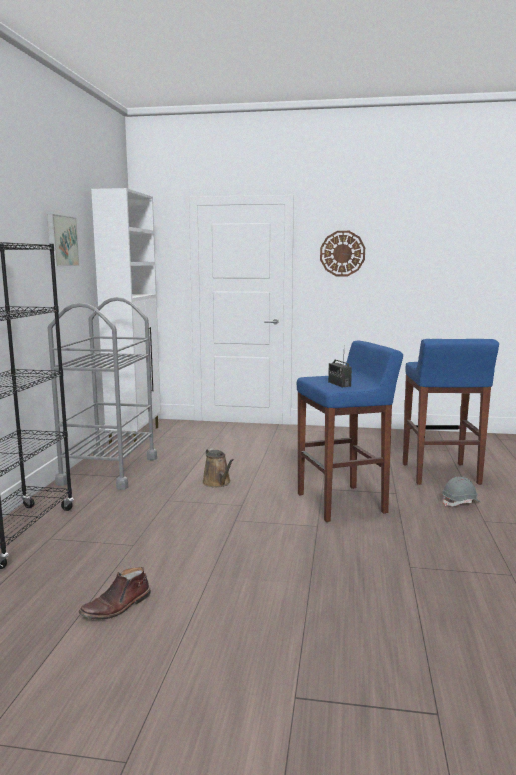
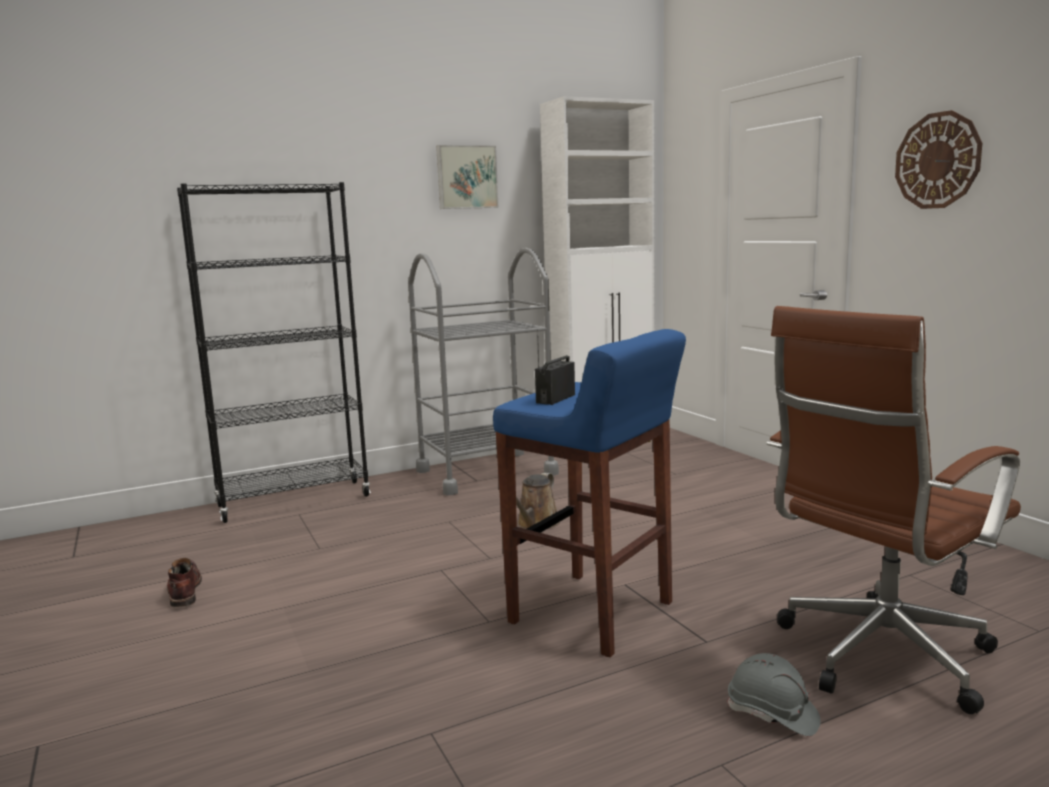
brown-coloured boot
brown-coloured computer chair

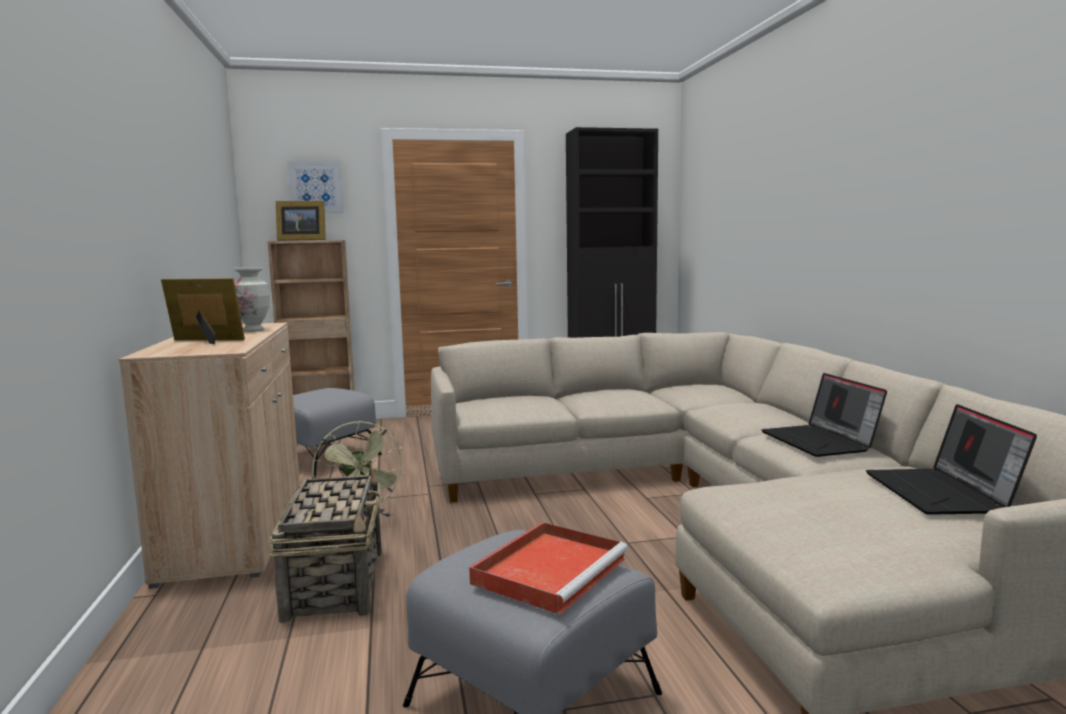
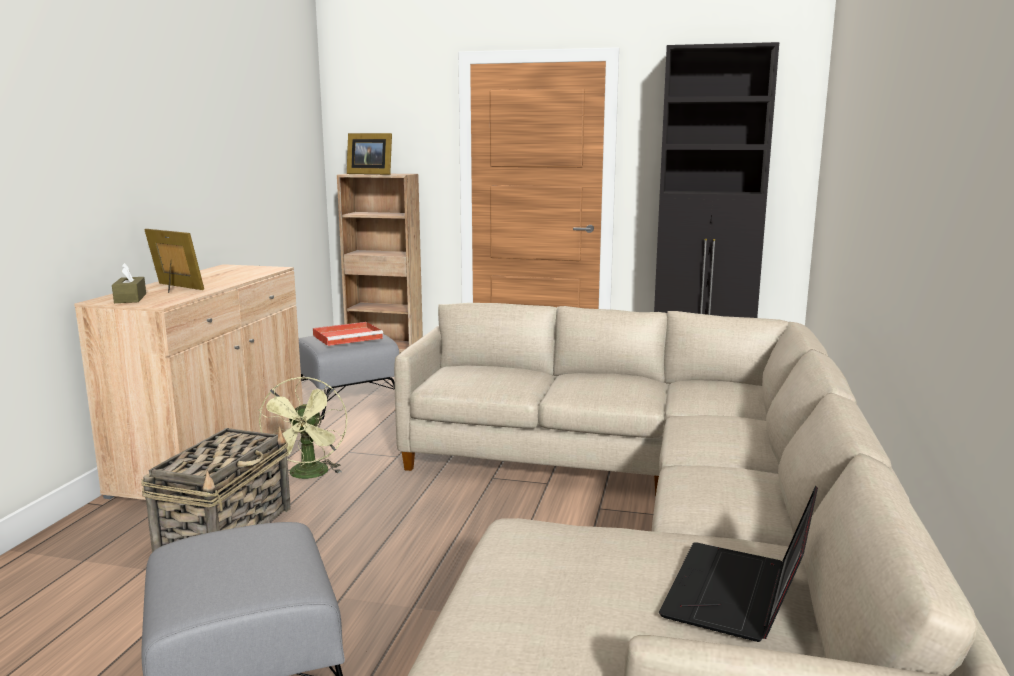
brown-coloured tissue box
red serving tray
vase
wall picture
laptop (no. 1 from left in the first image)

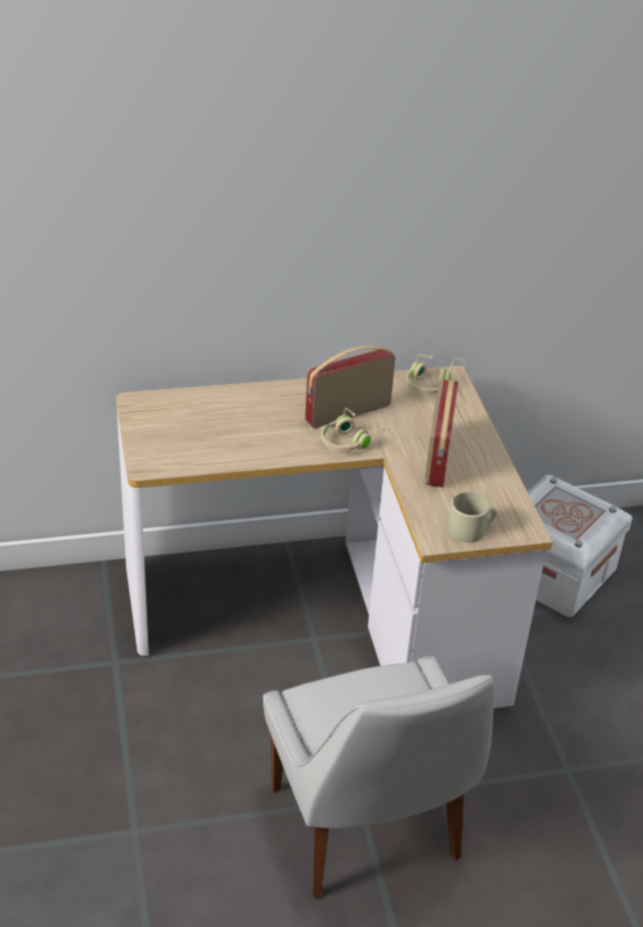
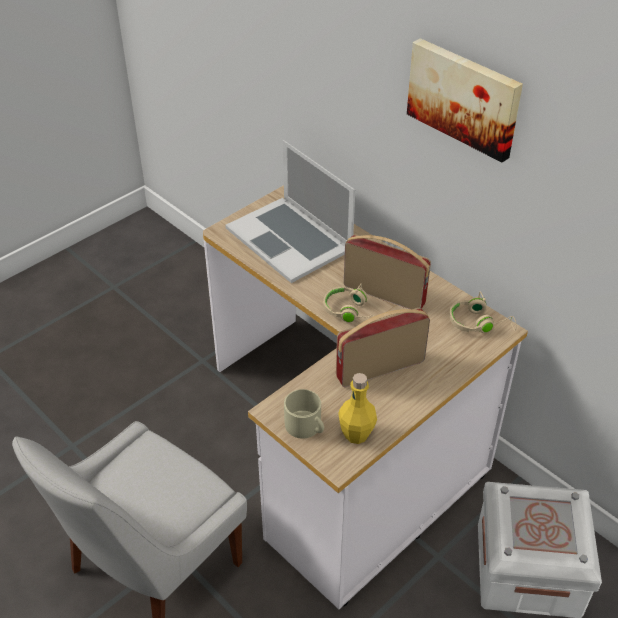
laptop
yellow bottle
wall picture

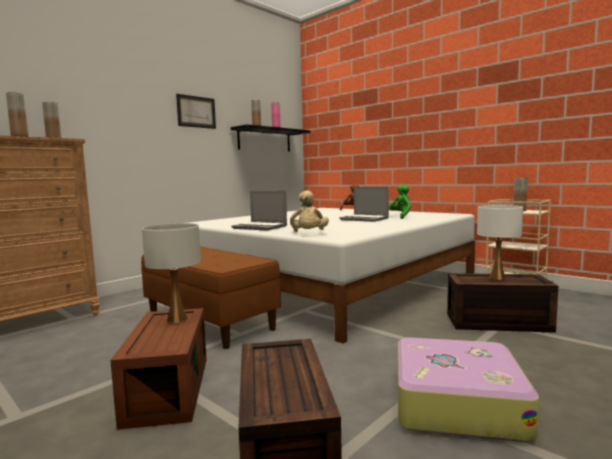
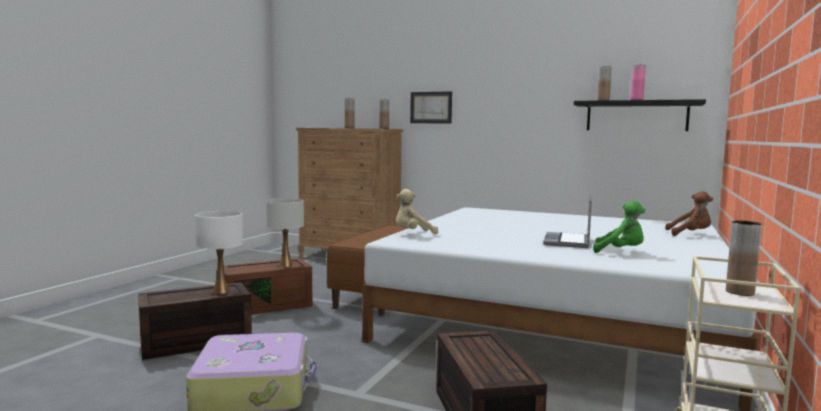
white-coloured table lamp (no. 1 from left)
wall picture
laptop (no. 1 from left in the first image)

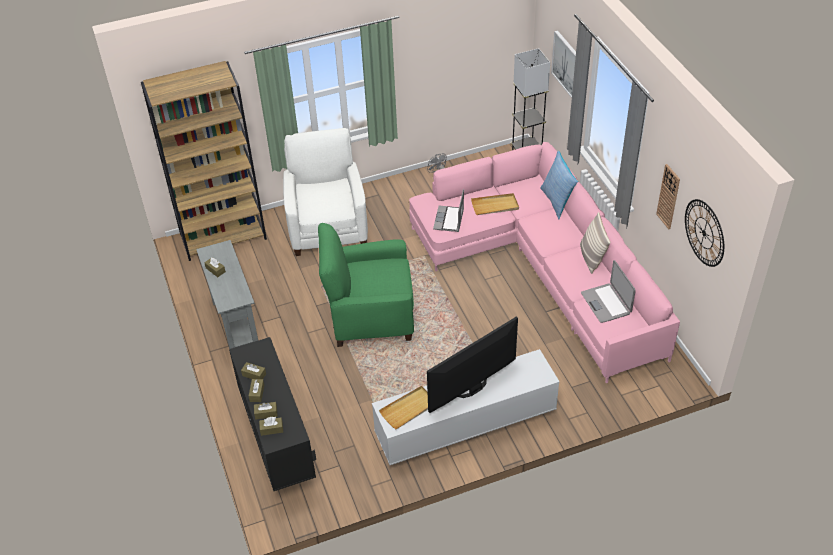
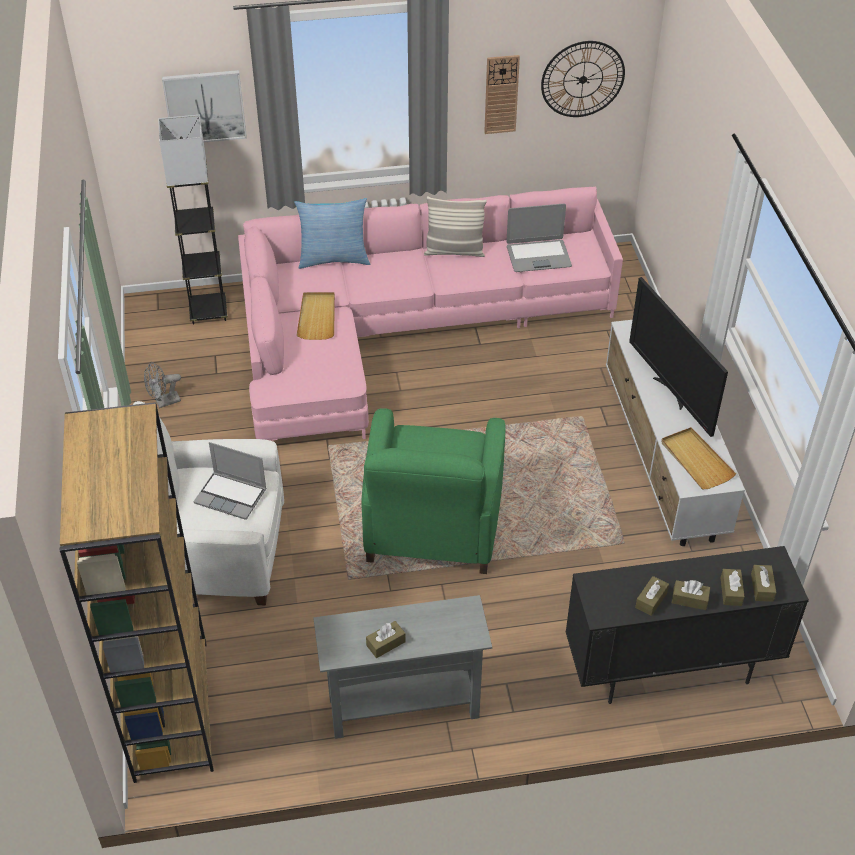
laptop (no. 1 from left)

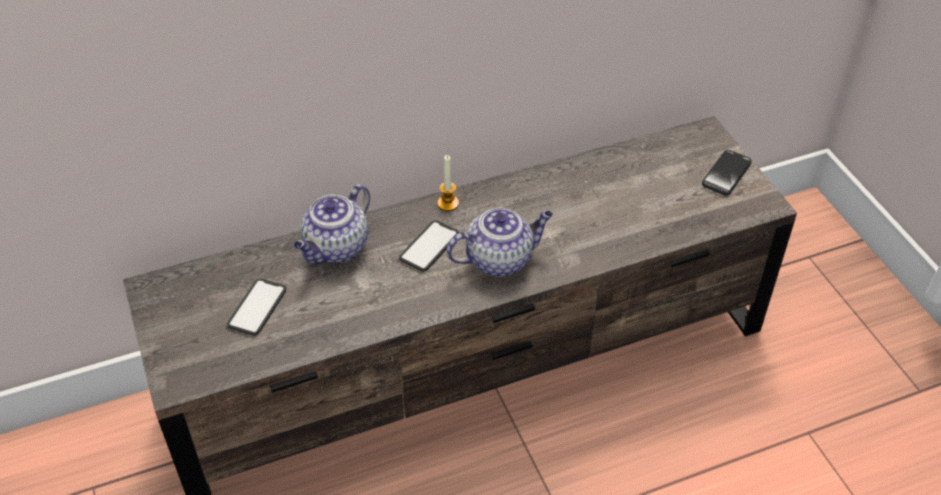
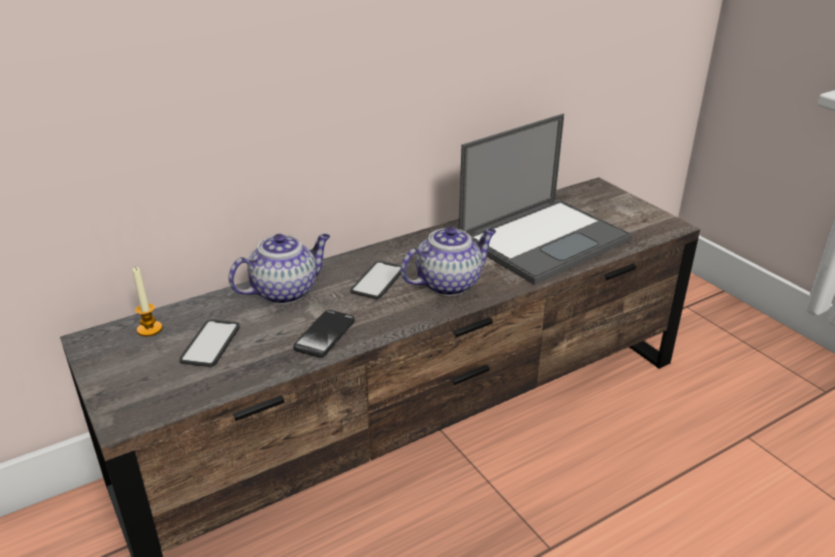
wax candle
tea pot (no. 1 from left)
handset (no. 2 from left)
laptop

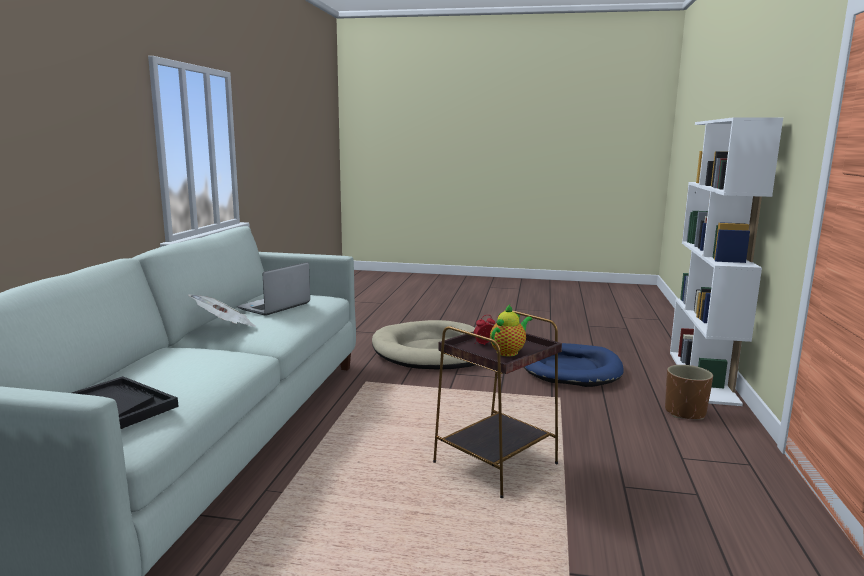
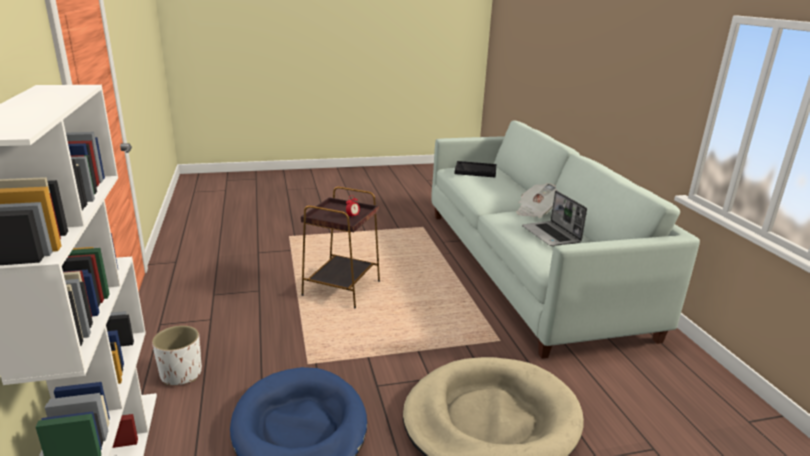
white-coloured flower pot
laptop
tea pot

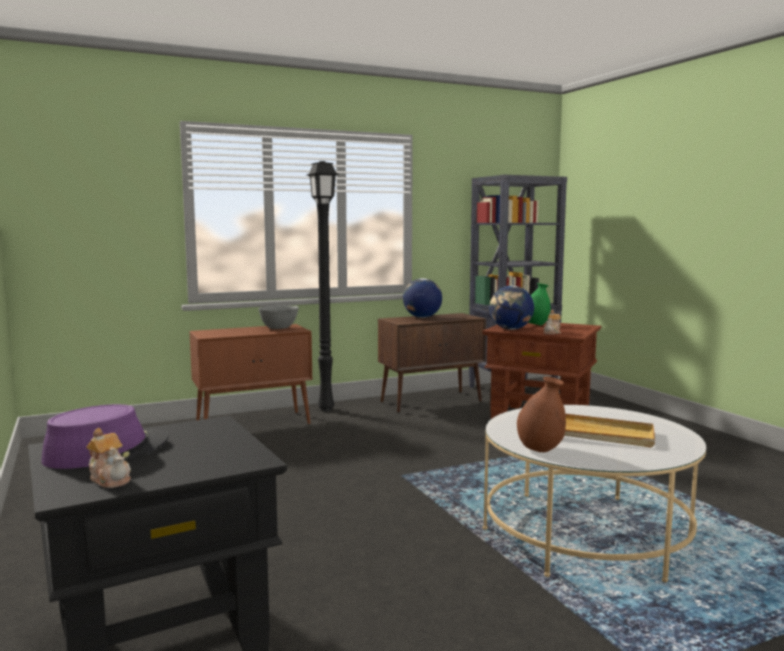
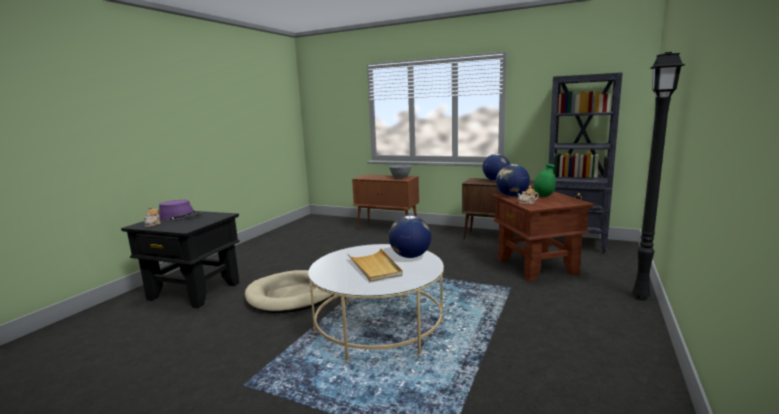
beige-coloured dog cushion
globe (no. 1 from left)
black-coloured floor lamp
brown-coloured vase

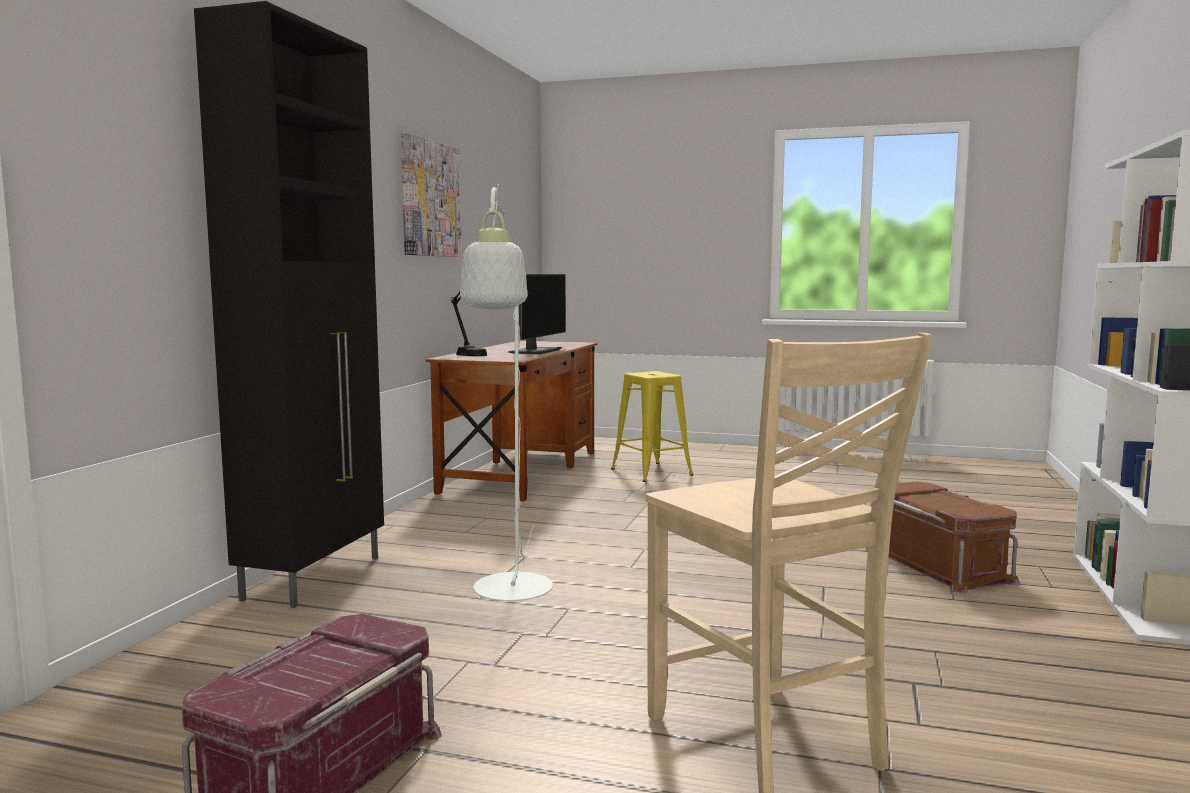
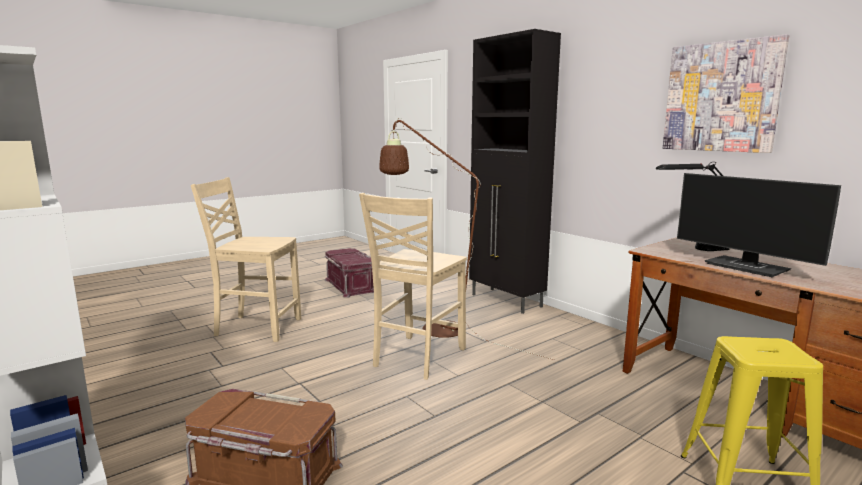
beige-coloured plain chair (no. 2 from left)
brown-coloured floor lamp

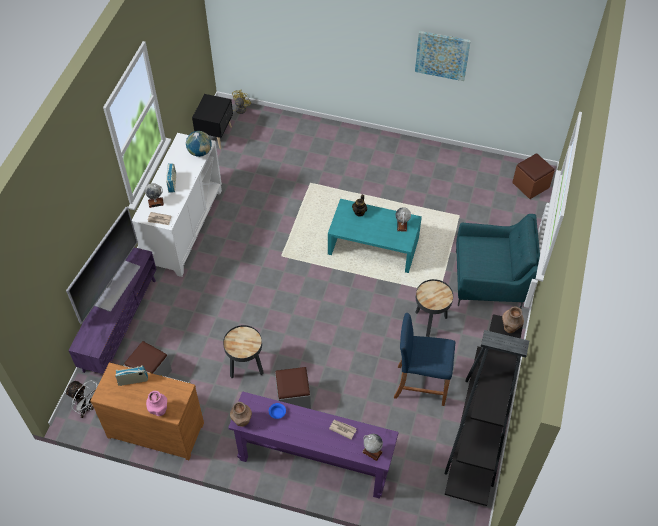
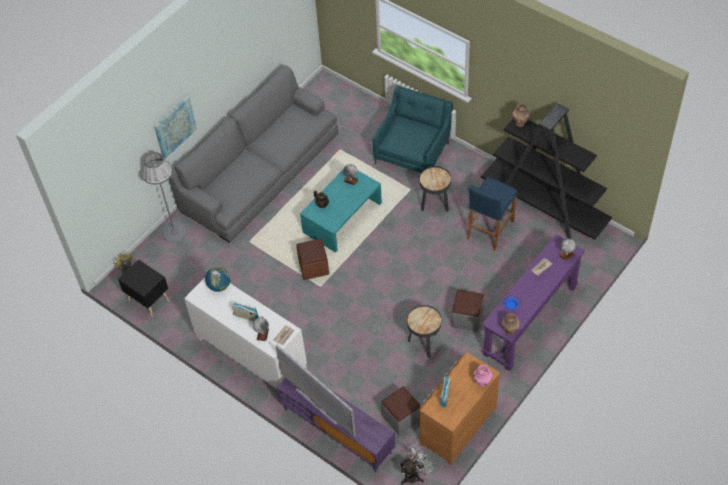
grey floor lamp
wall picture
grey sofa
brown-coloured ottoman

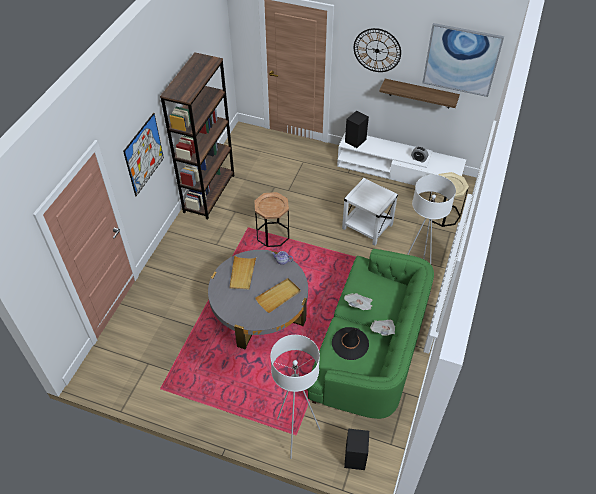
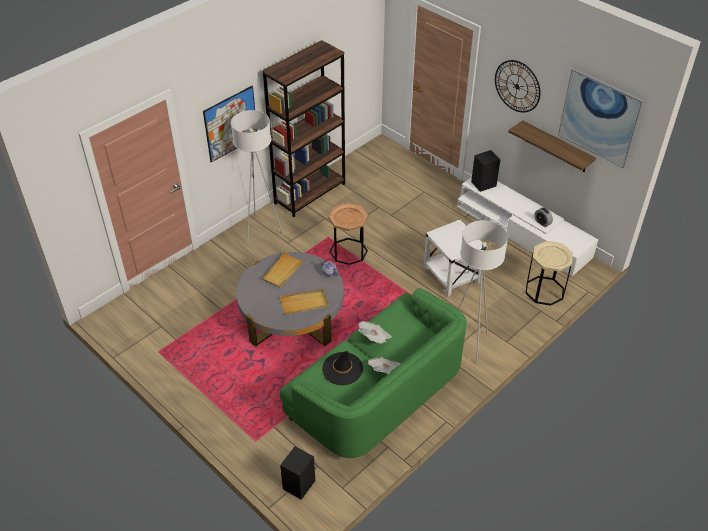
white-coloured floor lamp (no. 1 from left)

